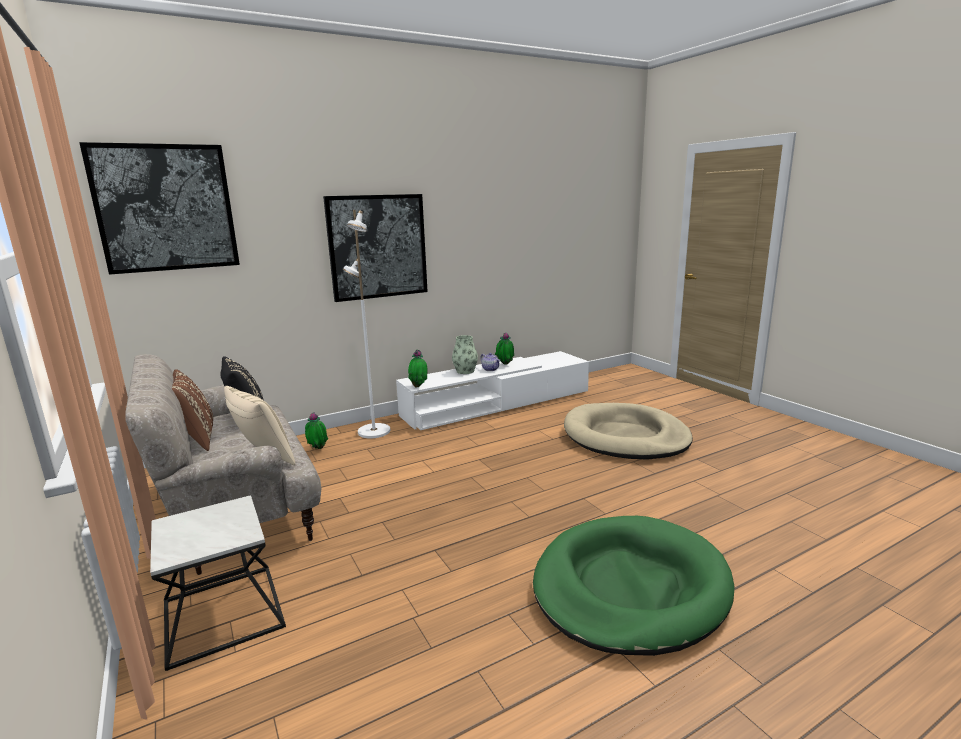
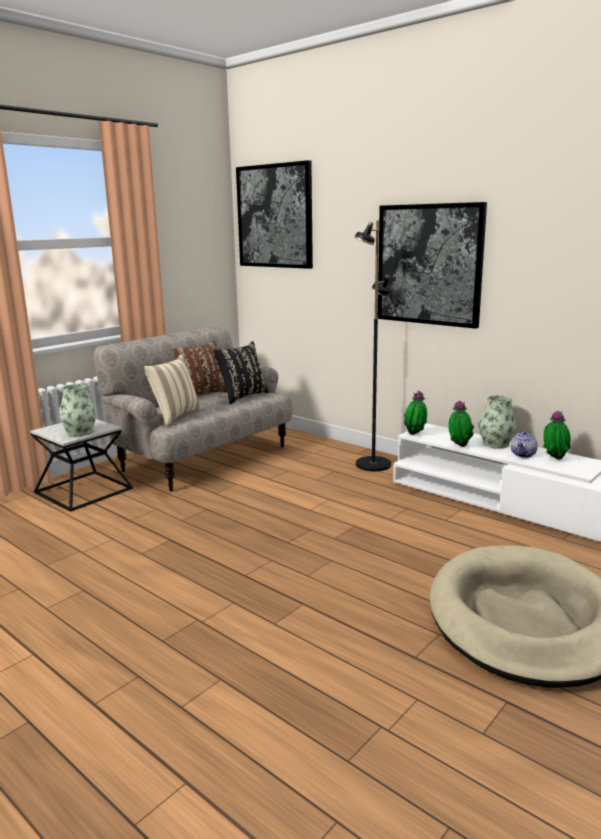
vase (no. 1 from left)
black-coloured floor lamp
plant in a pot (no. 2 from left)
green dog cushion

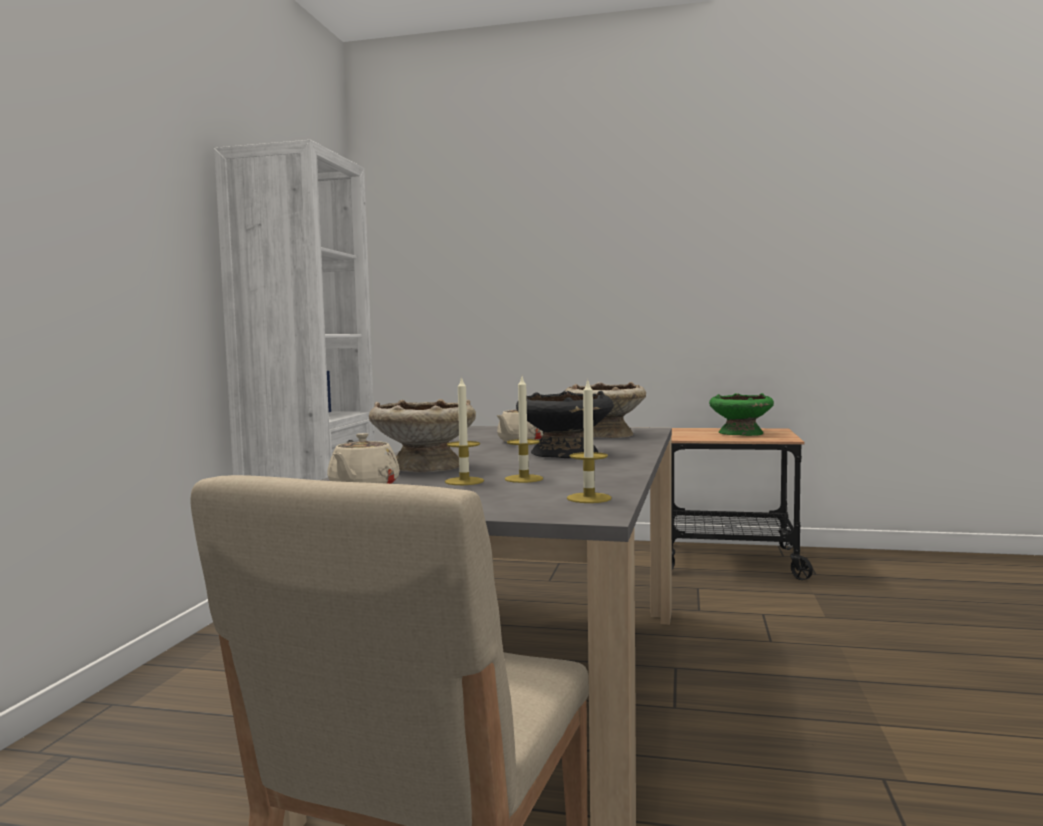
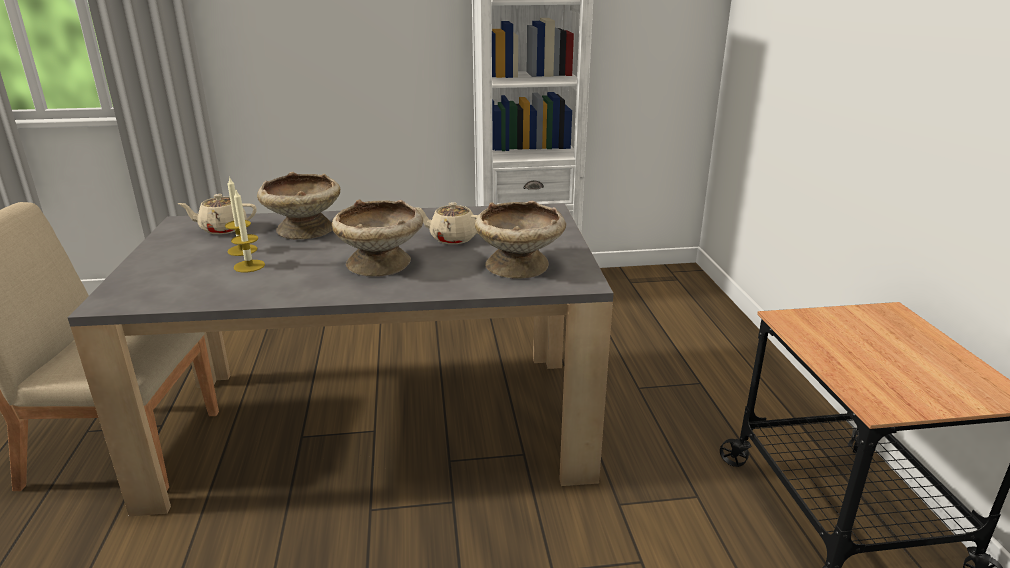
beige-coloured deep dish (no. 2 from left)
wax candle (no. 3 from left in the first image)
green deep dish

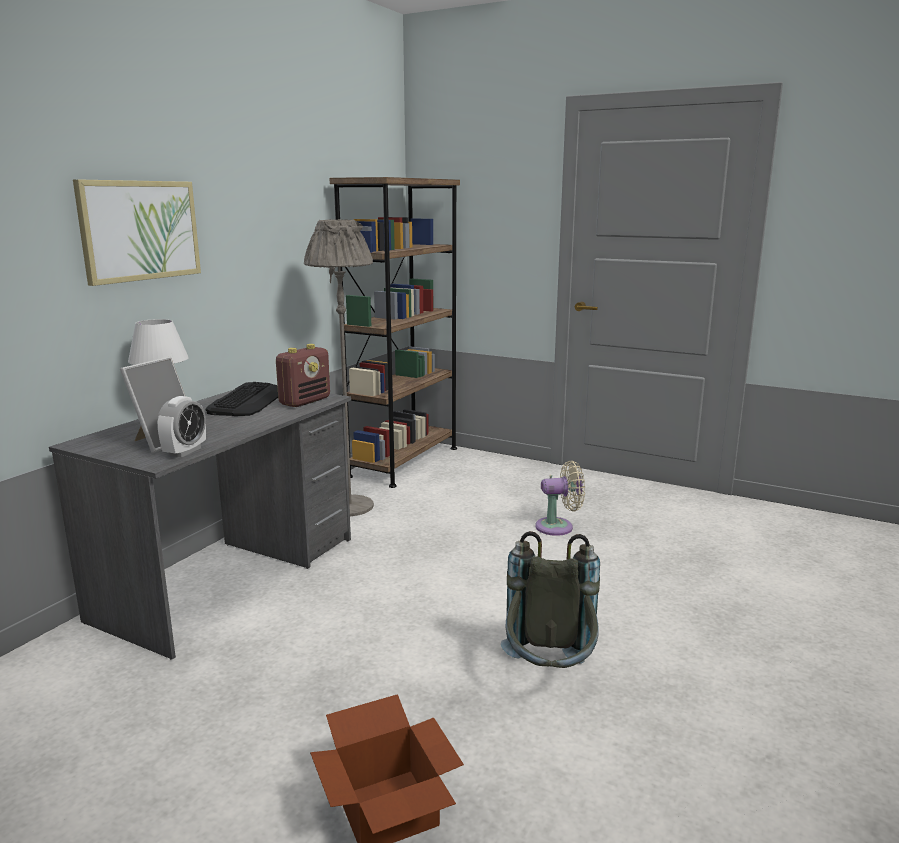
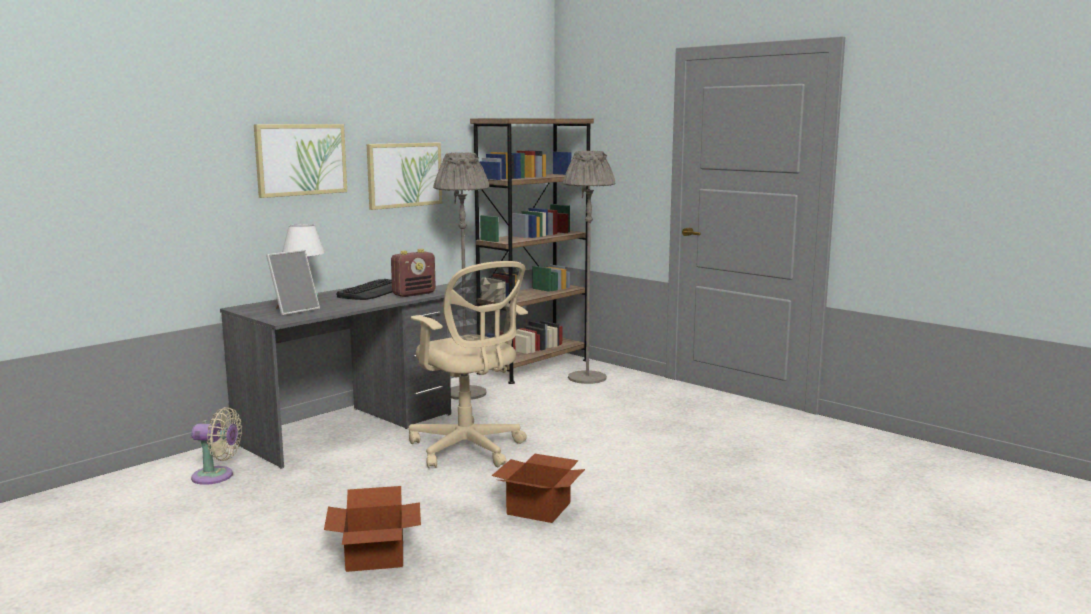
beige-coloured electric fan
wall picture (no. 2 from left)
beige-coloured computer chair
carton (no. 2 from left)
grey floor lamp (no. 2 from left)
bedside clock

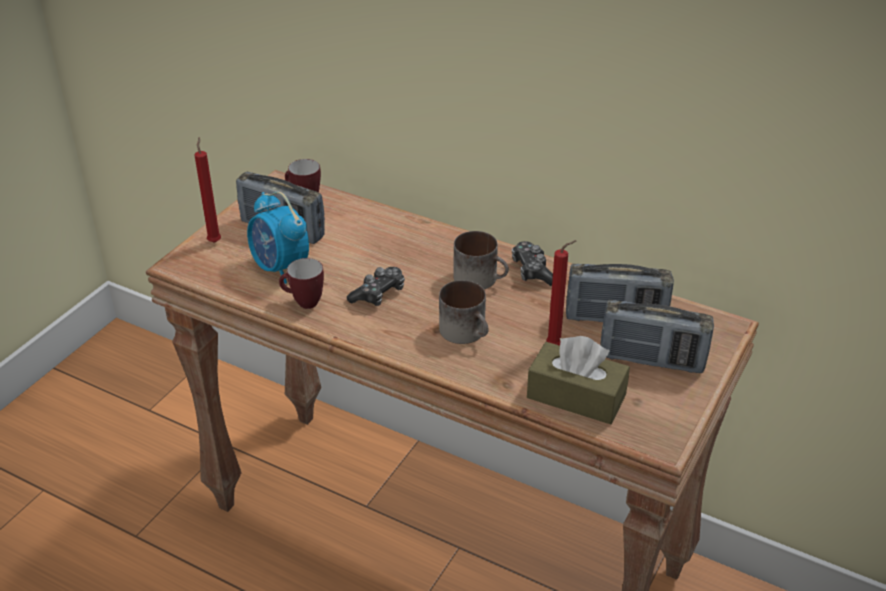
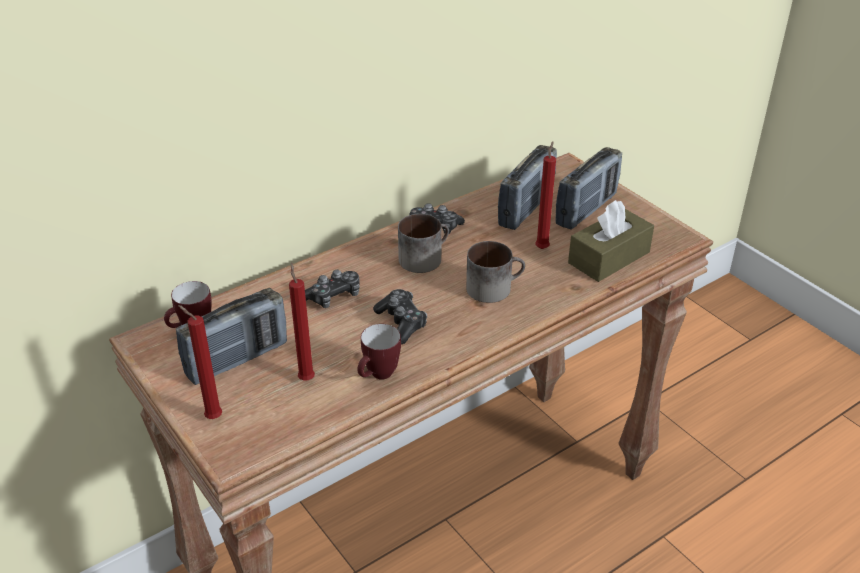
red wax candle (no. 2 from left)
game controller (no. 1 from left)

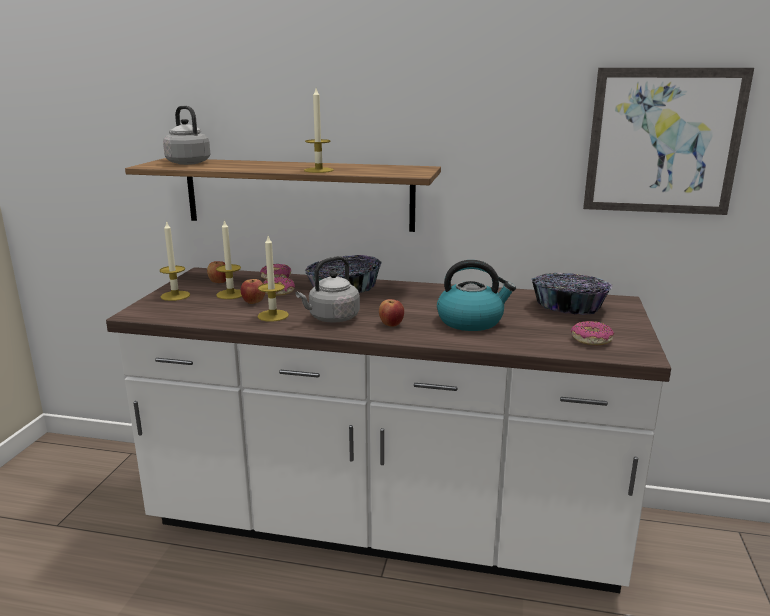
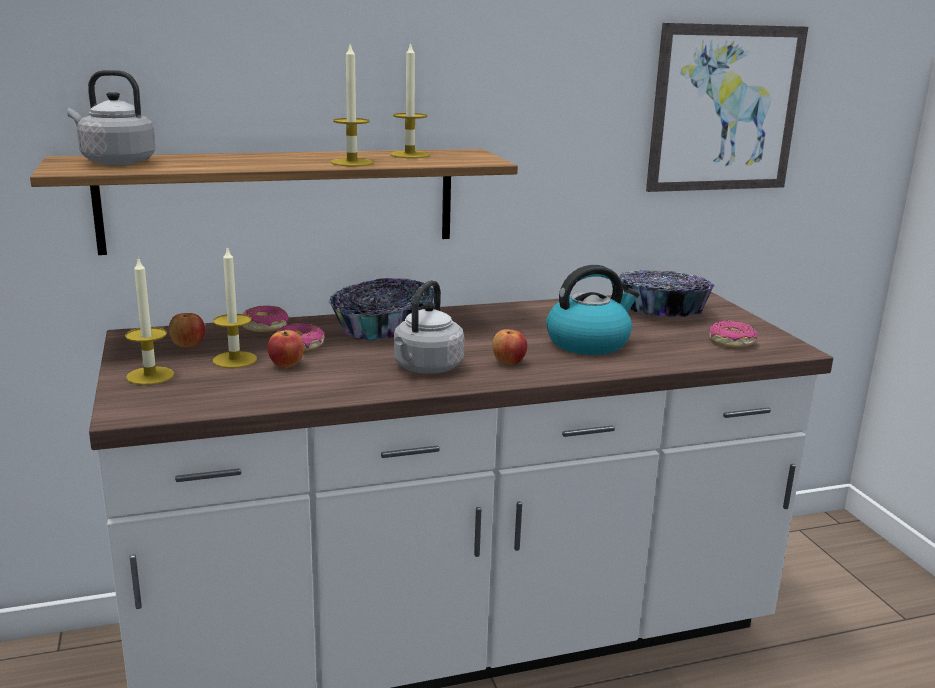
wax candle (no. 4 from left)

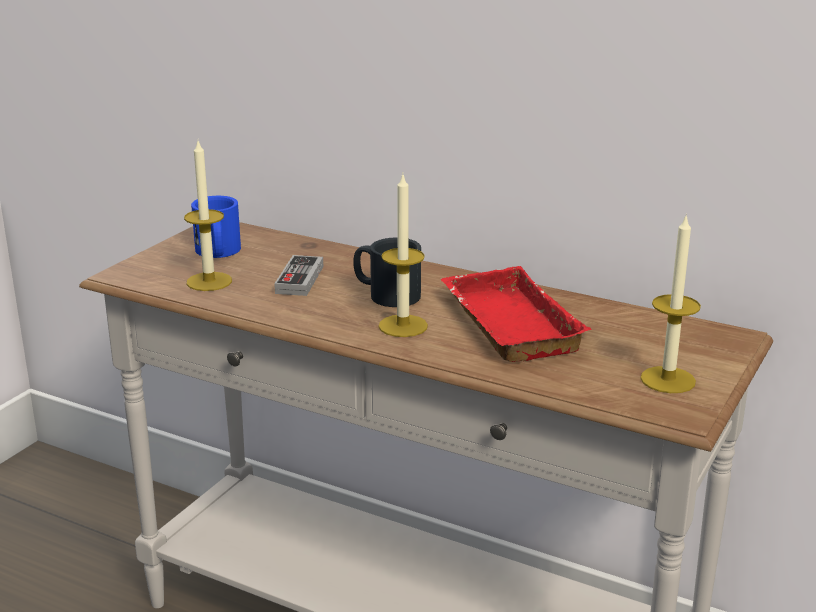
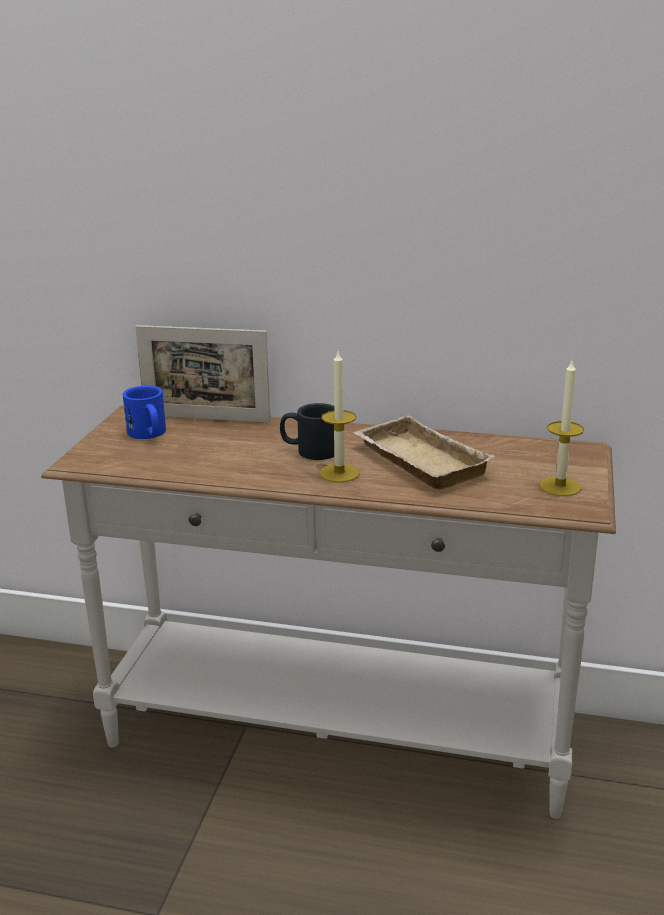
photo frame
beige-coloured serving tray
wax candle (no. 1 from left in the first image)
game controller

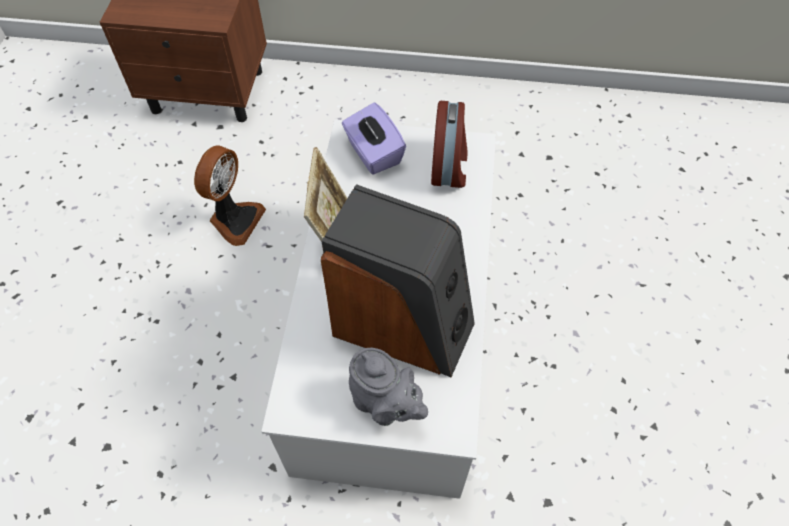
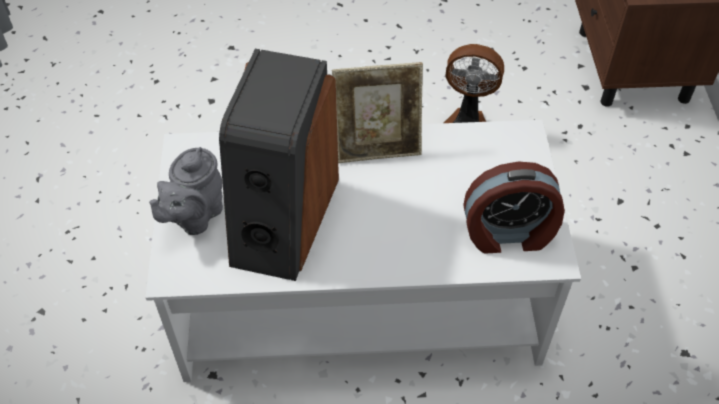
purplish tissue box

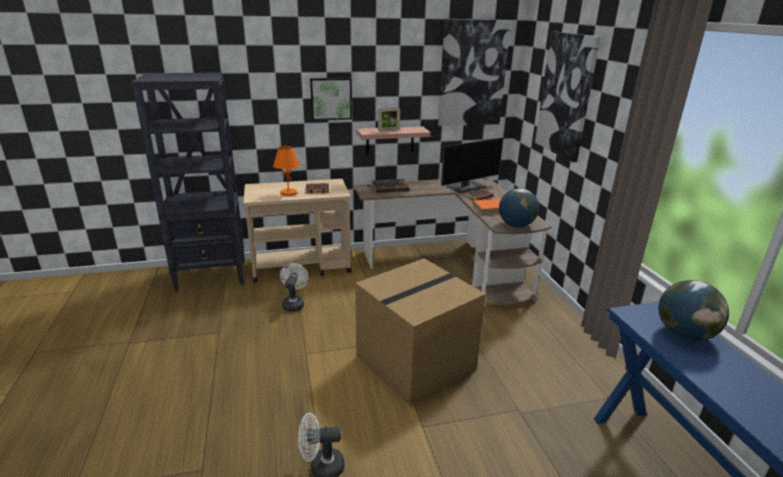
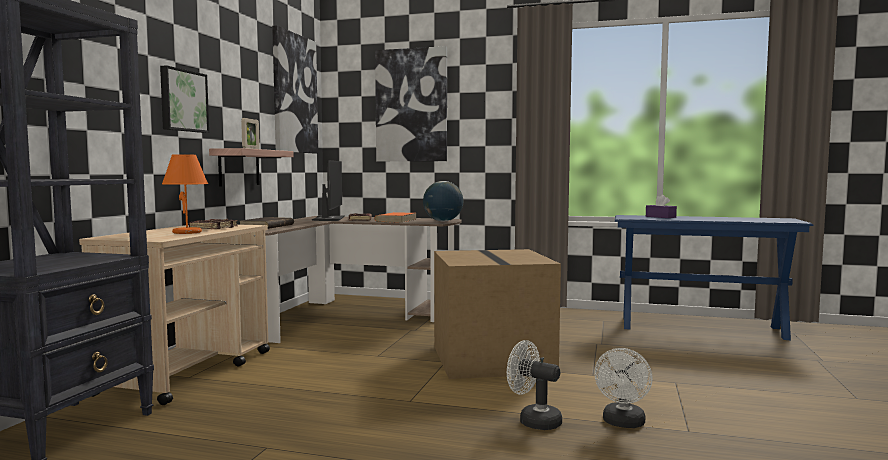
white-coloured electric fan (no. 1 from left)
purplish tissue box

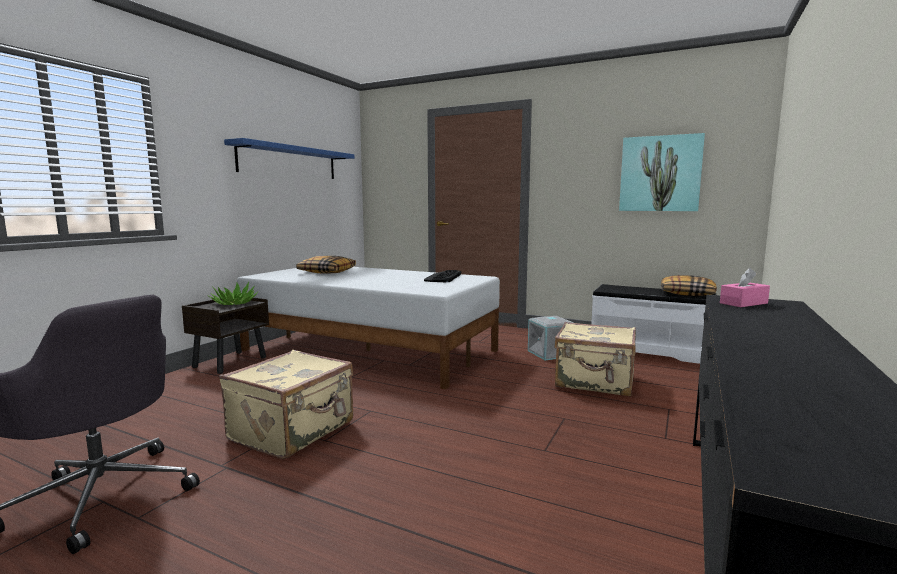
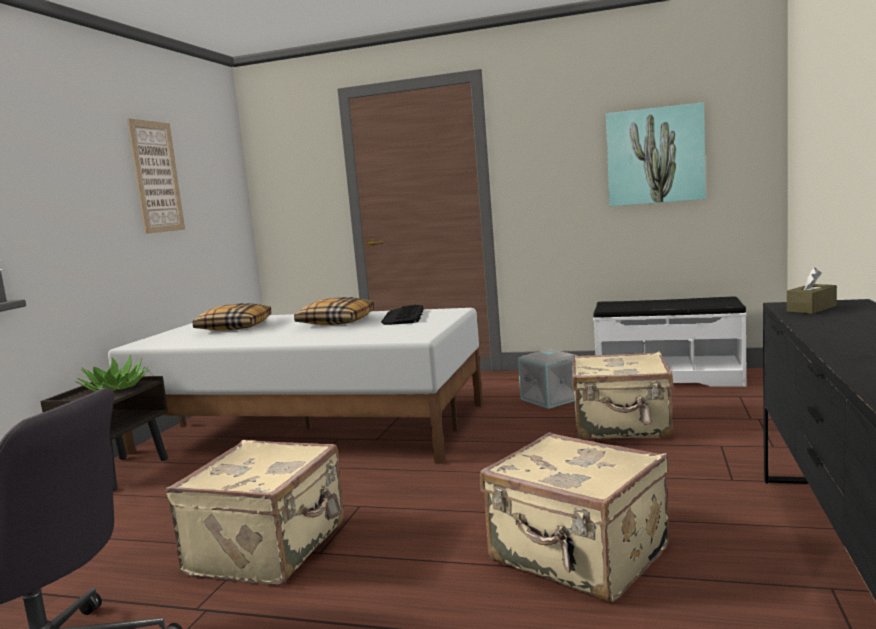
wall picture (no. 1 from left)
pillow (no. 2 from left)
beige-coloured suitcase (no. 2 from left)
brown-coloured tissue box

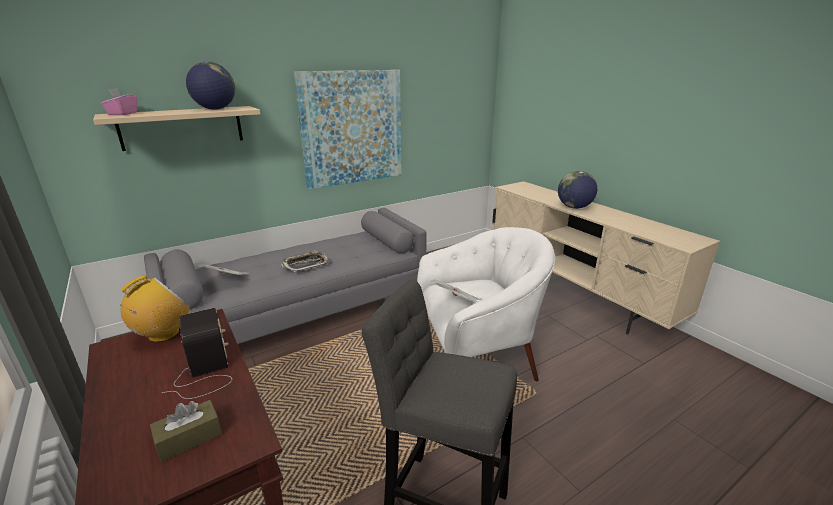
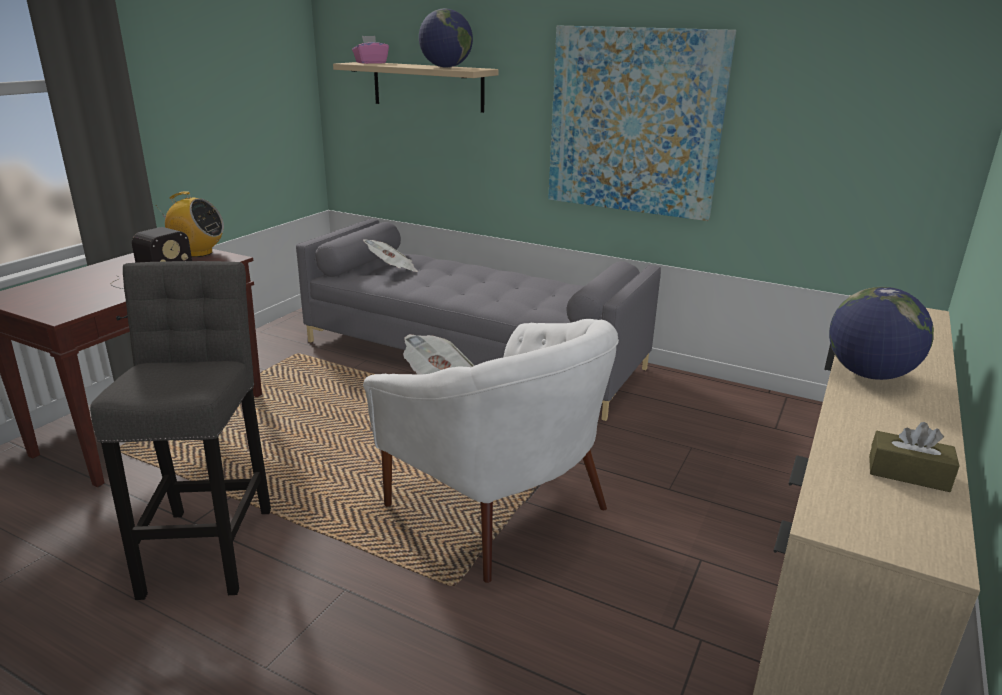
brown-coloured tissue box
serving tray

